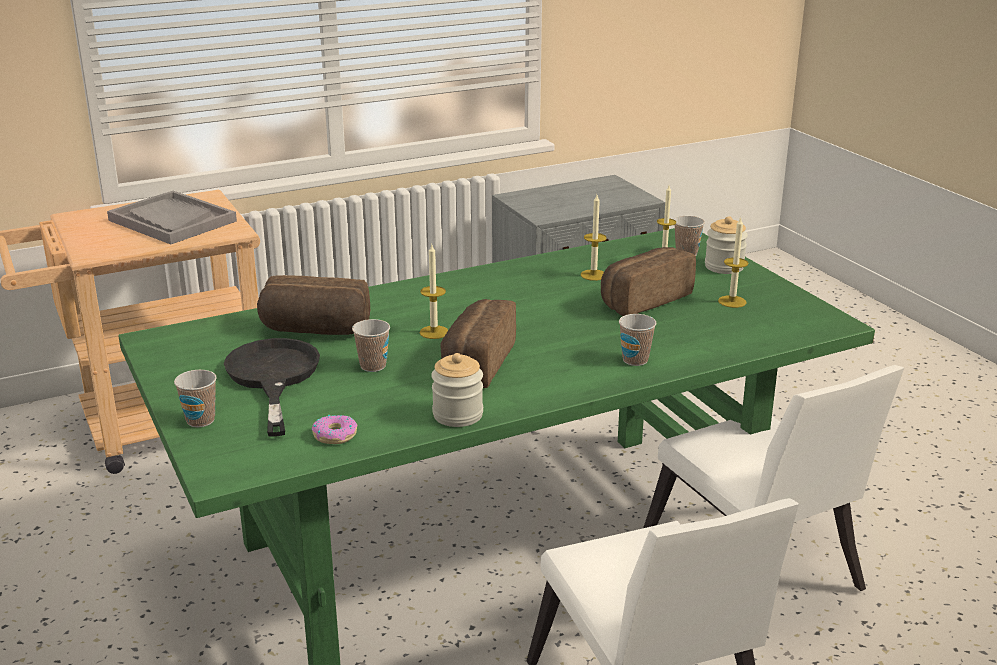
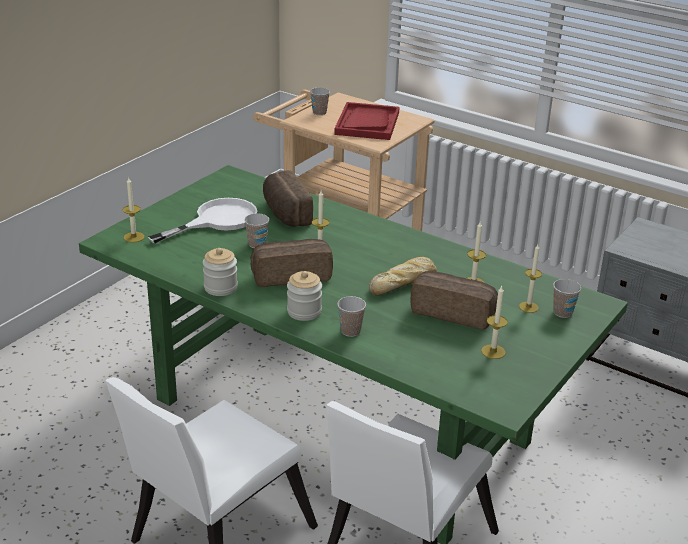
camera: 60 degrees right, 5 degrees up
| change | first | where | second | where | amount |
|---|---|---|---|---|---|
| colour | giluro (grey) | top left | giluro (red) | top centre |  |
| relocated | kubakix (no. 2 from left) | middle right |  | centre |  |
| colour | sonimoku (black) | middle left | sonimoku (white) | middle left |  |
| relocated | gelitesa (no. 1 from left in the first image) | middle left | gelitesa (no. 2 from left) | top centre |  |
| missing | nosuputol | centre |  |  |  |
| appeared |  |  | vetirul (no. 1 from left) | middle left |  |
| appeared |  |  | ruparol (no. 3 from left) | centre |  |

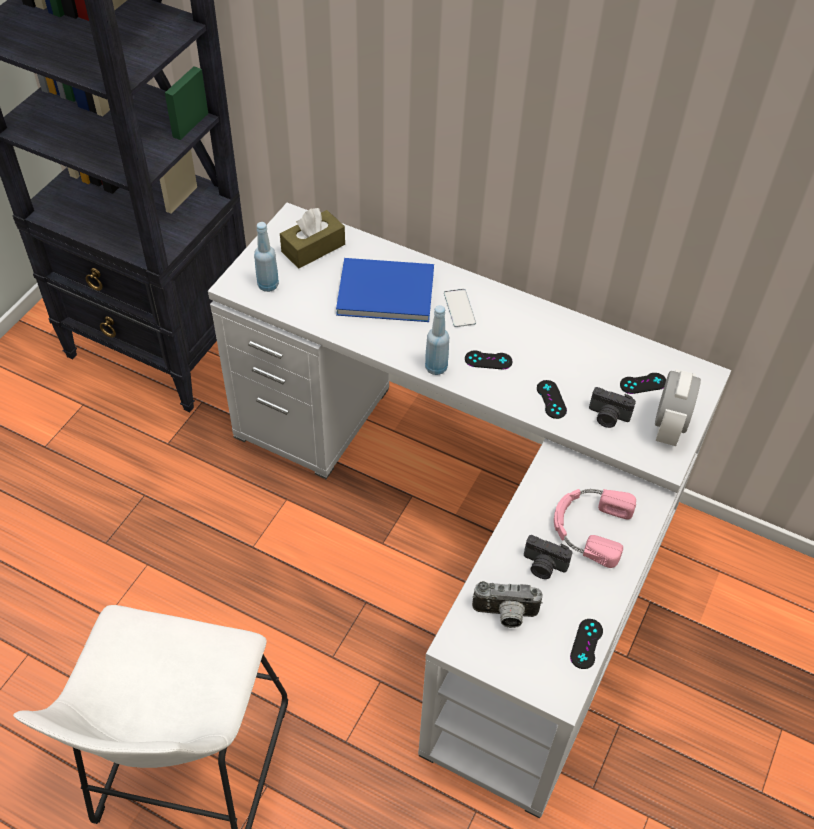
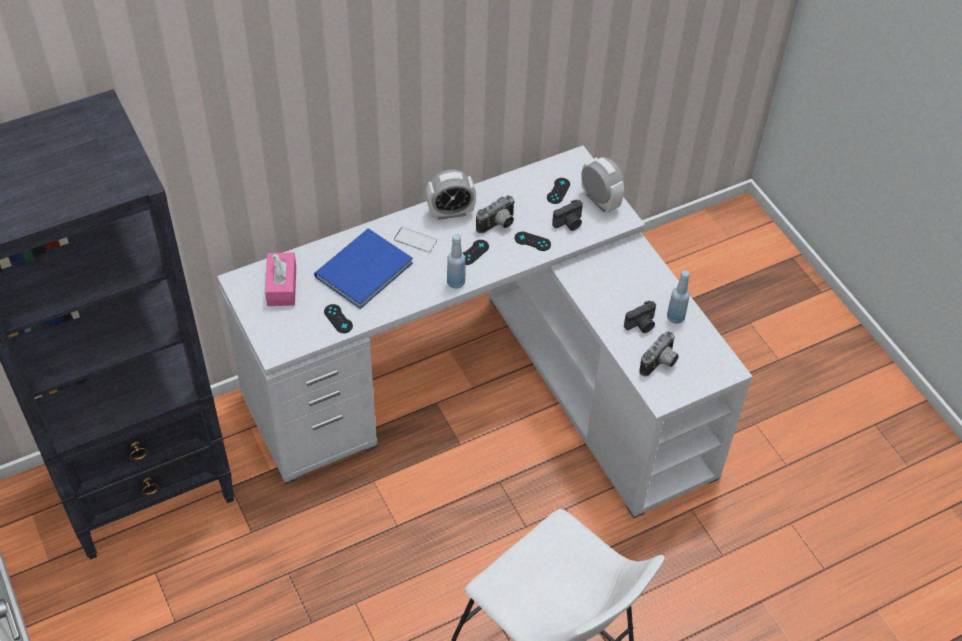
camera: 55 degrees left, 0 degrees up
| change | first | where | second | where | amount |
|---|---|---|---|---|---|
| colour | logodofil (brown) | top centre | logodofil (pink) | middle left |  |
| relocated | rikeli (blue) (no. 1 from left in the first image) | top left | rikeli (blue) (no. 2 from left) | middle right |  |
| missing | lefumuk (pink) | middle right |  |  |  |
| relocated | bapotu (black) (no. 3 from left in the first image) | bottom right | bapotu (black) (no. 1 from left) | centre |  |
| appeared |  |  | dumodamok (no. 1 from left) | top centre |  |
| appeared |  |  | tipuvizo (no. 1 from left) | centre |  |

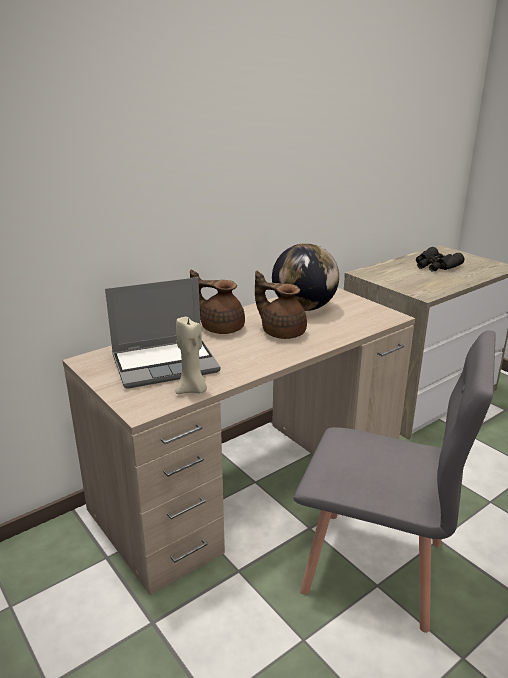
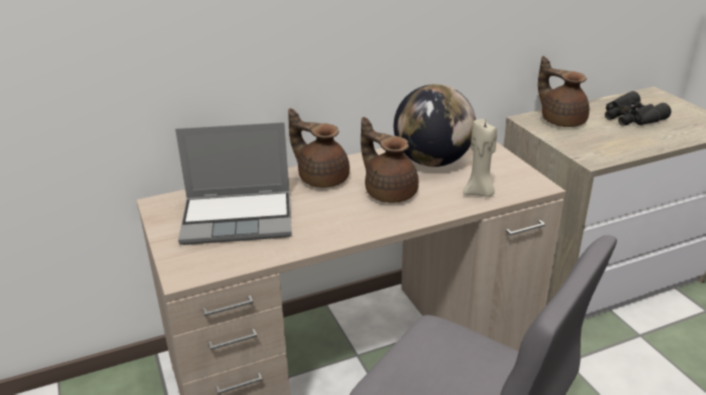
camera: 15 degrees right, 5 degrees up
| change | first | where | second | where | amount |
|---|---|---|---|---|---|
| relocated | vetirul (beige) | centre |  | middle right |  |
| appeared |  |  | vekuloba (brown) (no. 3 from left) | top right |  |

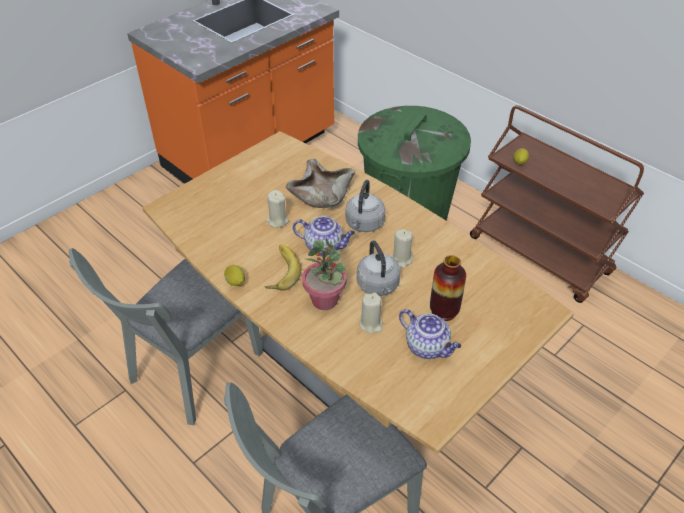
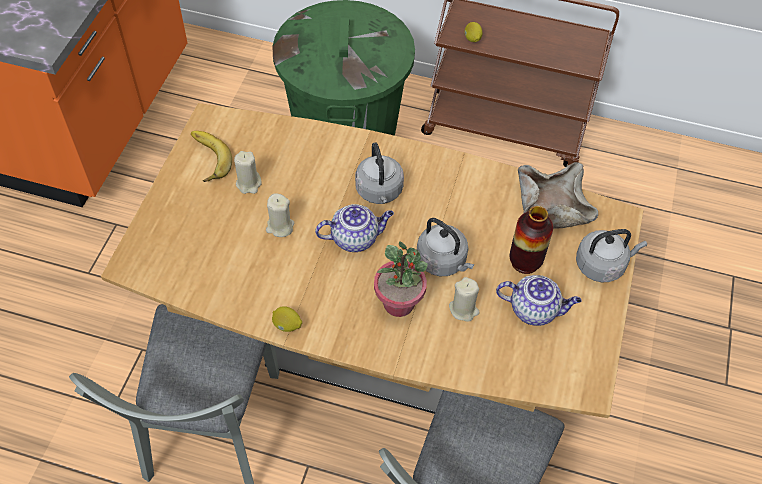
camera: 30 degrees left, 10 degrees up
| change | first | where | second | where | amount |
|---|---|---|---|---|---|
| relocated | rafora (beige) | centre |  | middle right |  |
| relocated | vetirul (beige) (no. 3 from left in the first image) | centre | vetirul (beige) (no. 1 from left) | middle left |  |
| relocated | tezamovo | centre |  | top left |  |
| appeared |  |  | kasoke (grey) (no. 3 from left) | middle right |  |

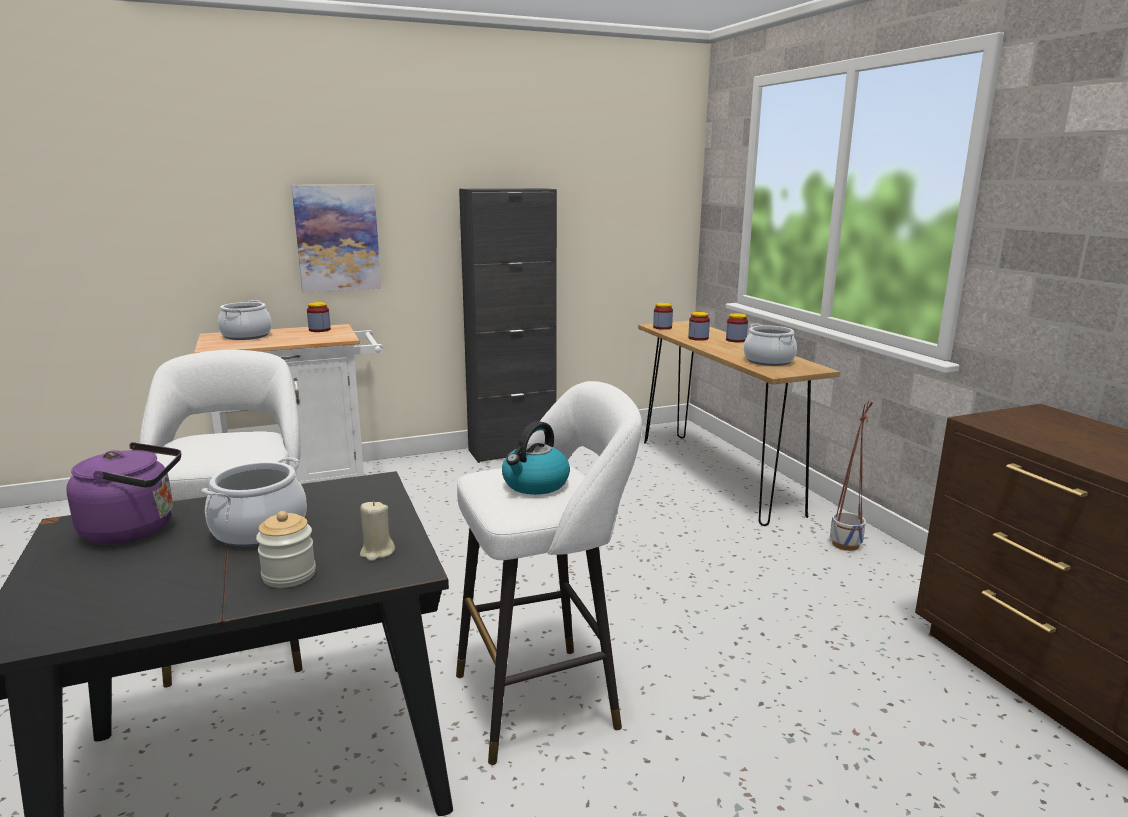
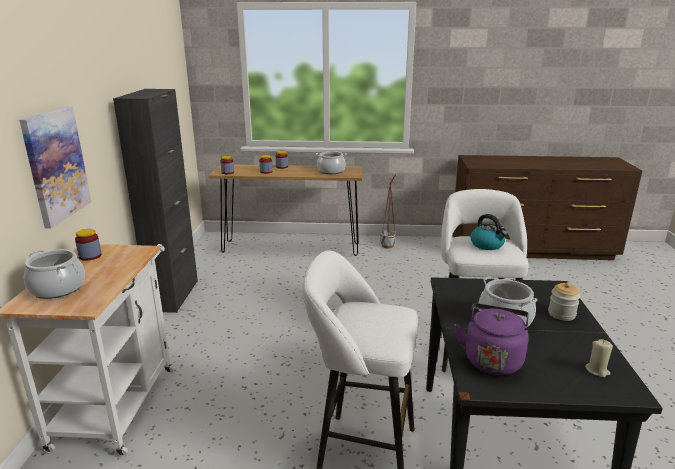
camera: 65 degrees left, 5 degrees up
| change | first | where | second | where | amount |
|---|---|---|---|---|---|
| relocated | vetirul (beige) | centre |  | bottom right |  |

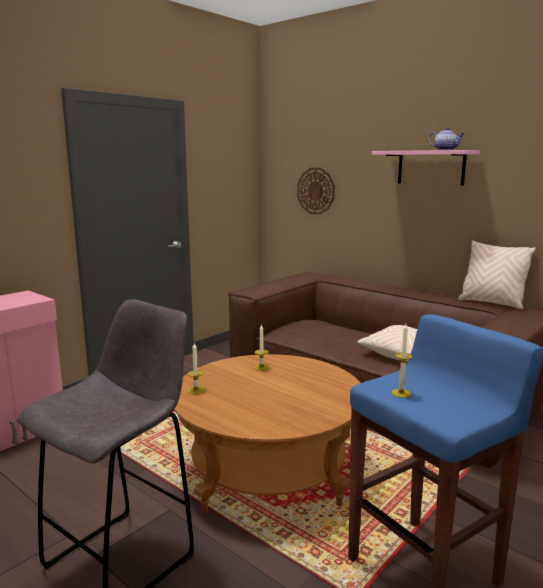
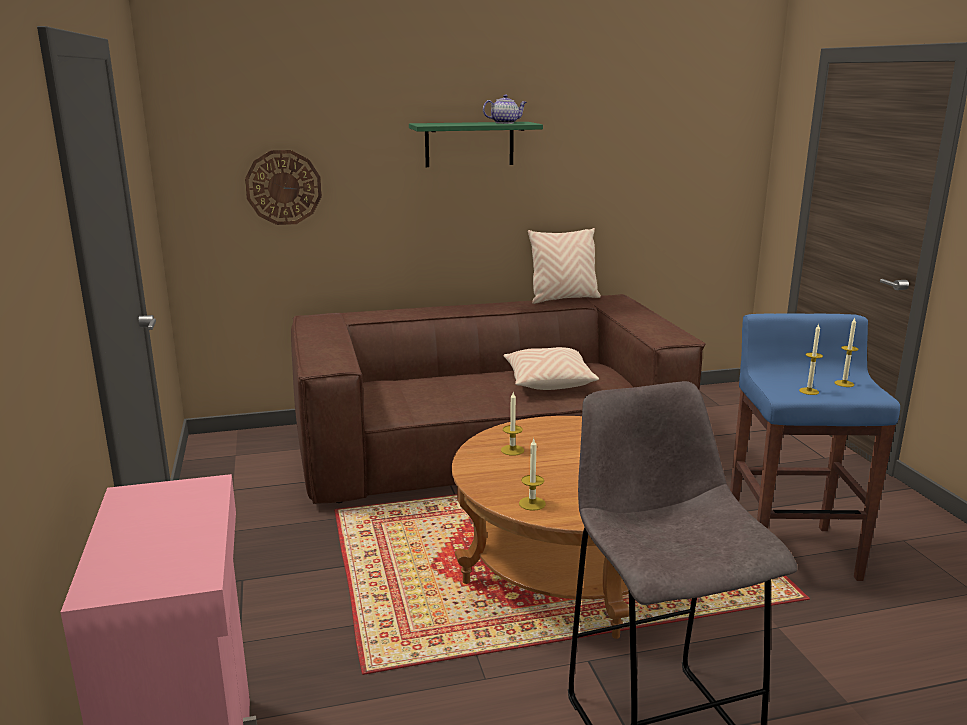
camera: 55 degrees left, 5 degrees up
| change | first | where | second | where | amount |
|---|---|---|---|---|---|
| colour | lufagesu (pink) | top right | lufagesu (green) | top centre |  |
| appeared |  |  | vetirul (no. 4 from left) | middle right |  |

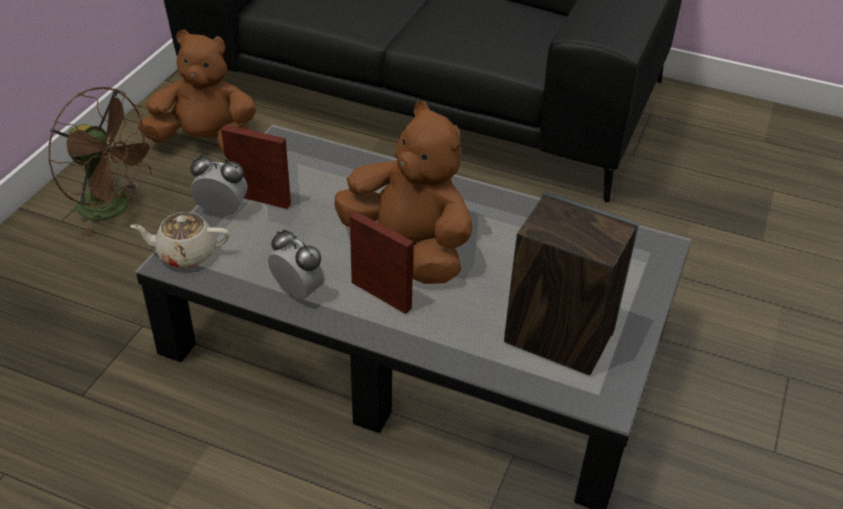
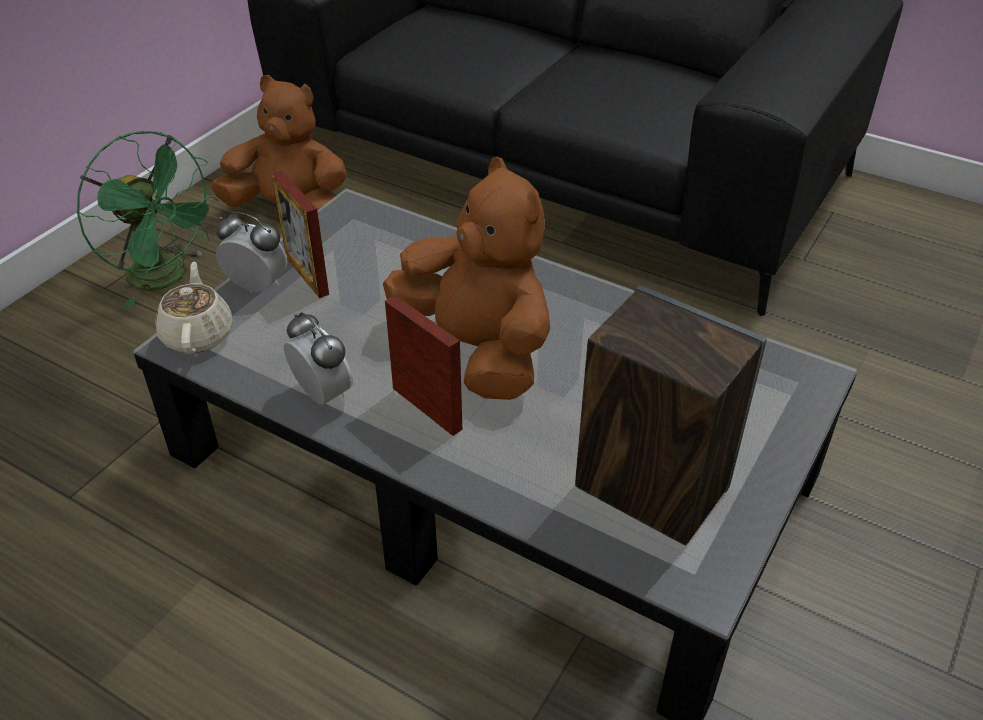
camera: 10 degrees right, 0 degrees up
| change | first | where | second | where | amount |
|---|---|---|---|---|---|
| colour | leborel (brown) | top left | leborel (green) | top left |  |
| spun | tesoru (no. 1 from left) | top left |  | top left | 150 degrees counterclockwise |
| spun | vekuloba (beige) | middle left |  | middle left | 75 degrees clockwise |

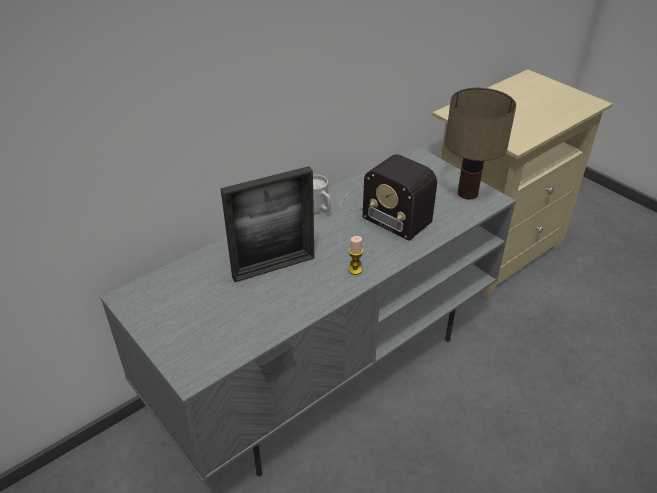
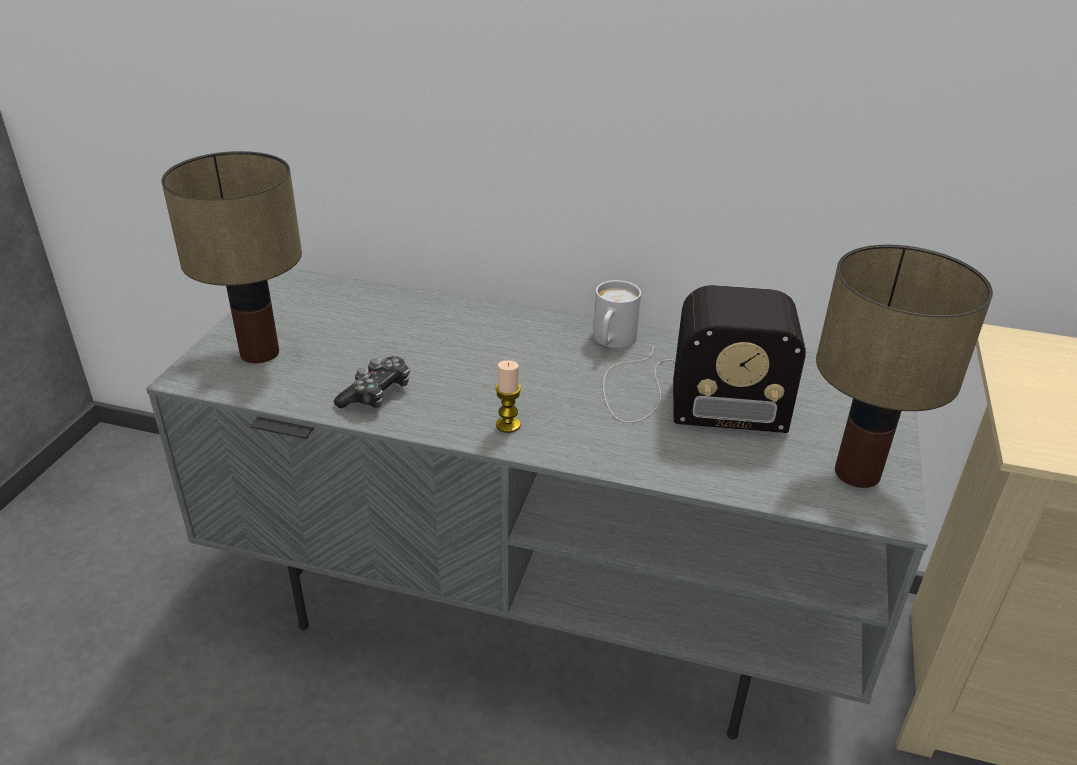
camera: 55 degrees right, 5 degrees down
| change | first | where | second | where | amount |
|---|---|---|---|---|---|
| spun | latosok | centre |  | centre | 90 degrees counterclockwise |
| missing | tesoru | centre |  |  |  |
| appeared |  |  | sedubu (no. 1 from left) | middle left |  |
| appeared |  |  | bapotu | centre |  |

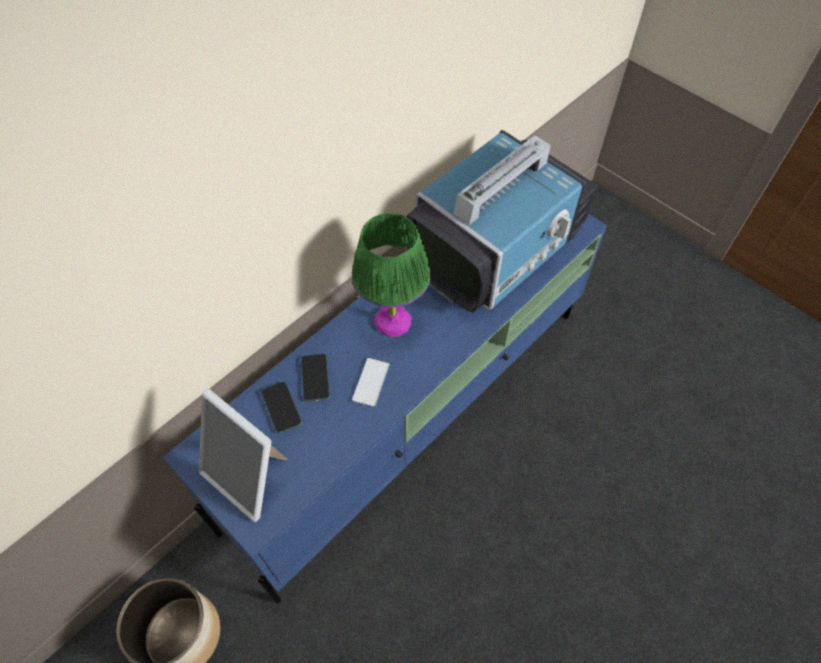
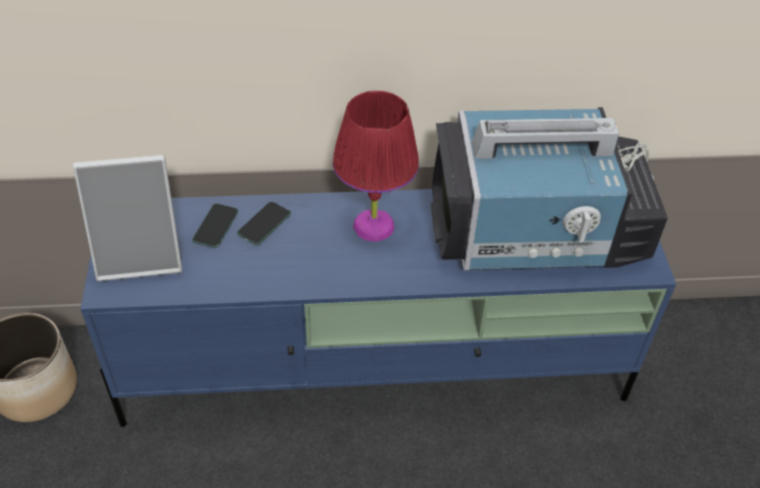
camera: 40 degrees right, 10 degrees down
| change | first | where | second | where | amount |
|---|---|---|---|---|---|
| colour | sedubu (green) | centre | sedubu (red) | centre |  |
| missing | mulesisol (no. 3 from left) | centre |  |  |  |
| spun | tesoru | bottom left |  | middle left | 90 degrees counterclockwise |

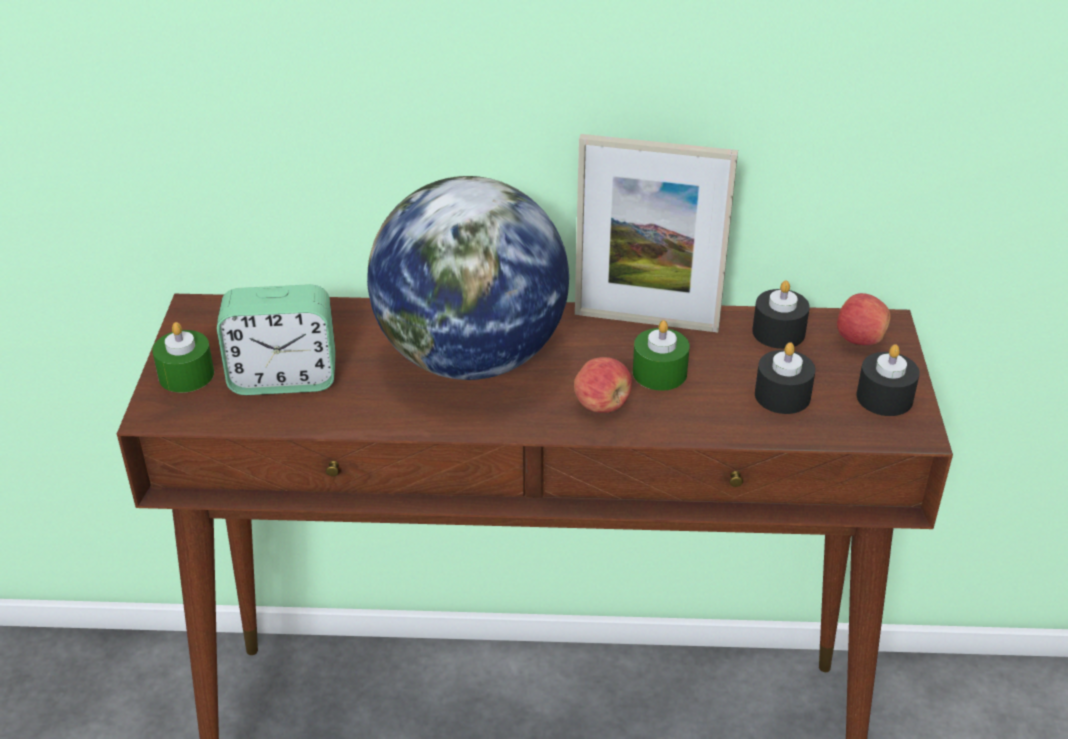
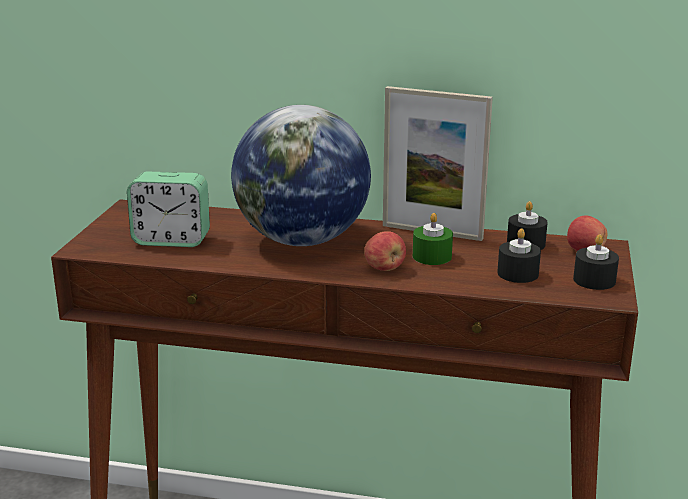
camera: 10 degrees right, 15 degrees down
| change | first | where | second | where | amount |
|---|---|---|---|---|---|
| missing | vetirul (green) (no. 1 from left) | middle left |  |  |  |

